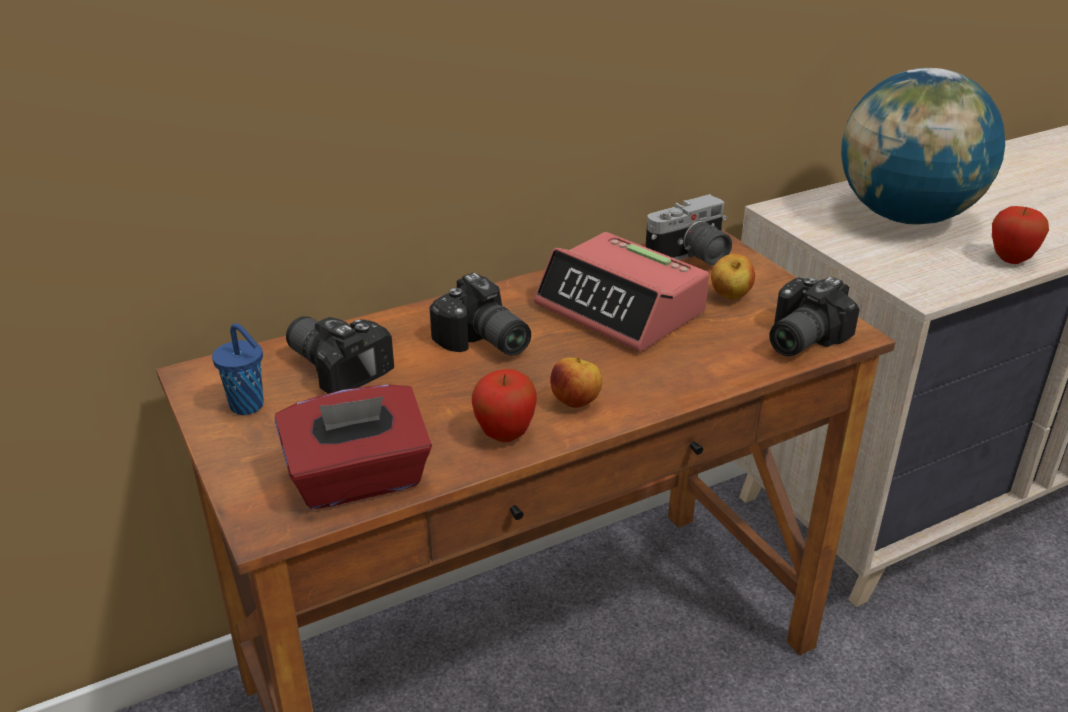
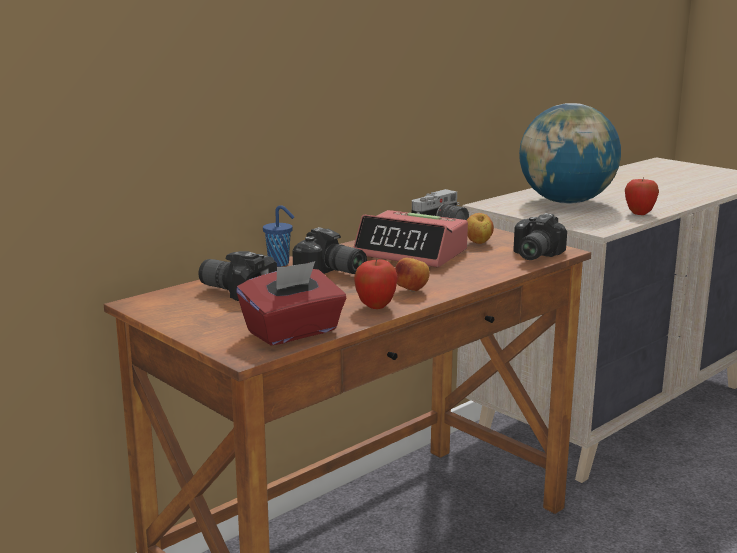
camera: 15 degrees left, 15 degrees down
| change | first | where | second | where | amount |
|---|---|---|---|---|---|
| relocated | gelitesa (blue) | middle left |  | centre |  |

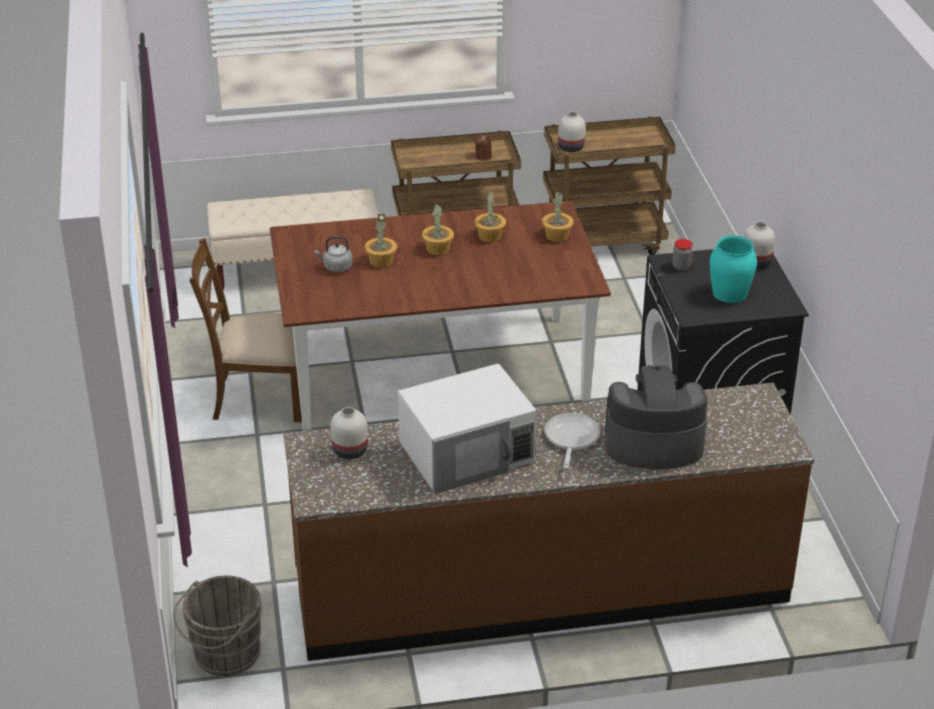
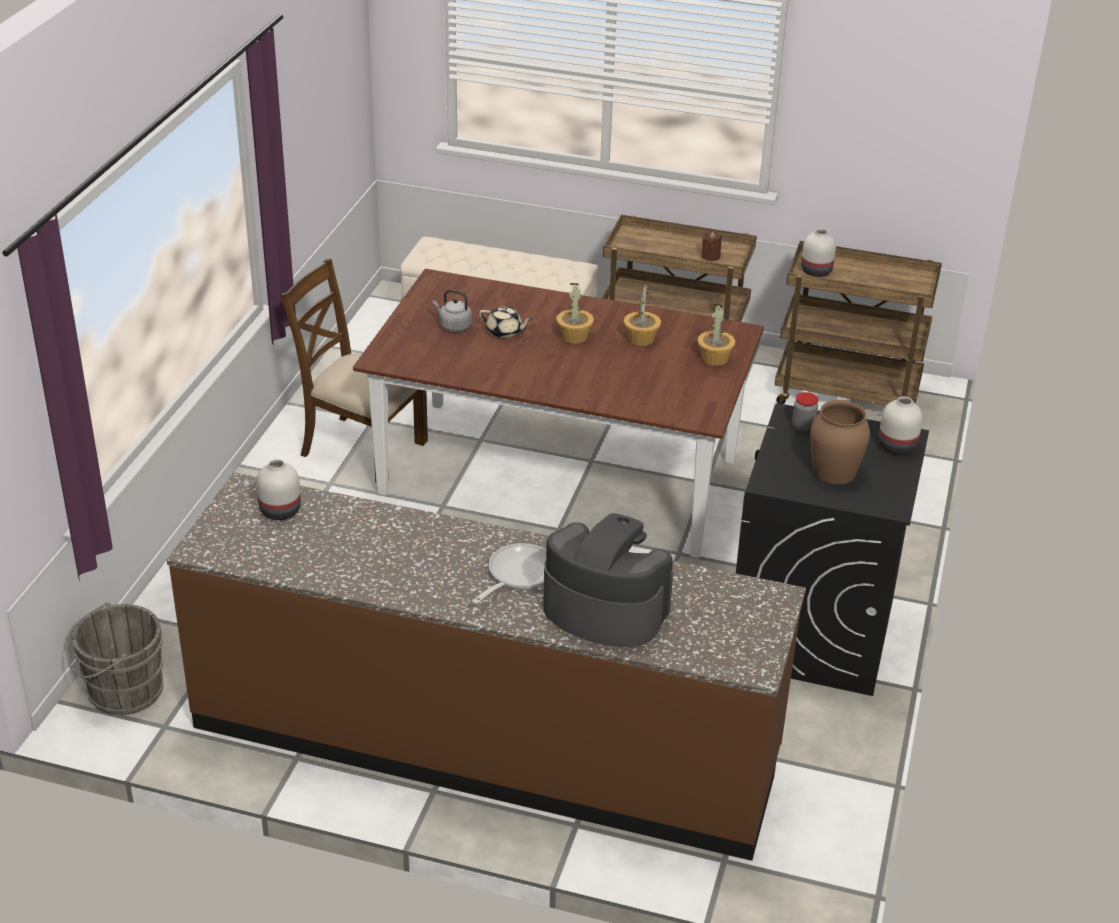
camera: 25 degrees right, 0 degrees up
| change | first | where | second | where | amount |
|---|---|---|---|---|---|
| exchanged | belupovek (no. 1 from left) | centre | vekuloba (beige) | centre |  |
| colour | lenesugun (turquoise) | middle right | lenesugun (brown) | middle right |  |
| missing | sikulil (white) | centre |  |  |  |

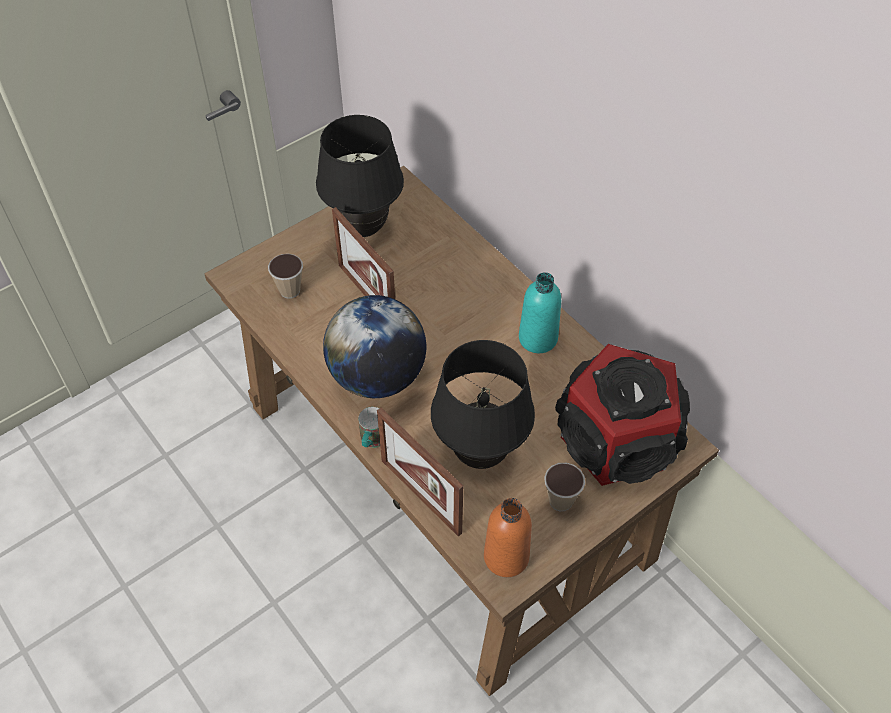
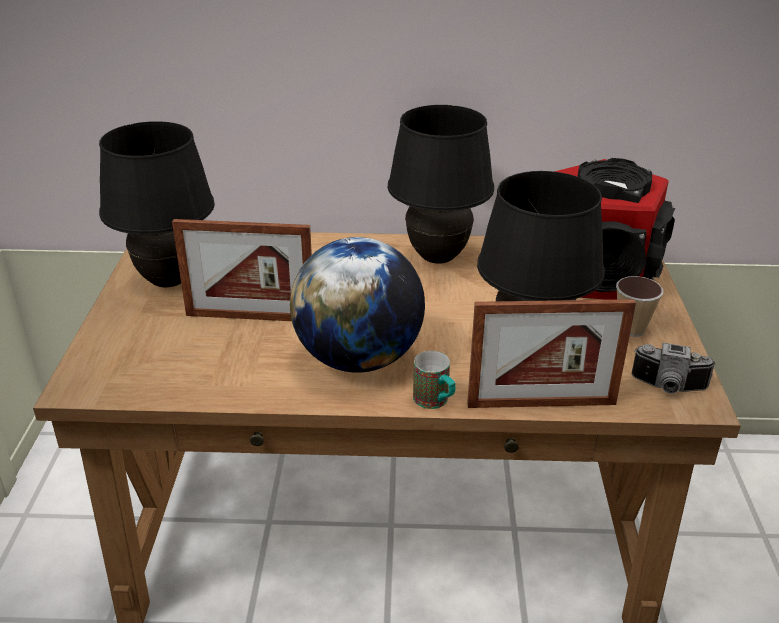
camera: 50 degrees left, 20 degrees down
| change | first | where | second | where | amount |
|---|---|---|---|---|---|
| missing | gelitesa (no. 1 from left) | middle left |  |  |  |
| exchanged | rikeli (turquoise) | centre | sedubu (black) (no. 2 from left) | top centre |  |
| exchanged | rikeli (orange) | bottom centre | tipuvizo | middle right |  |

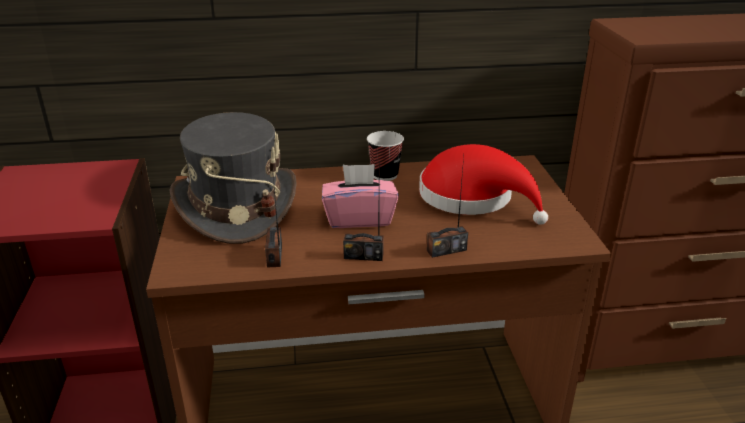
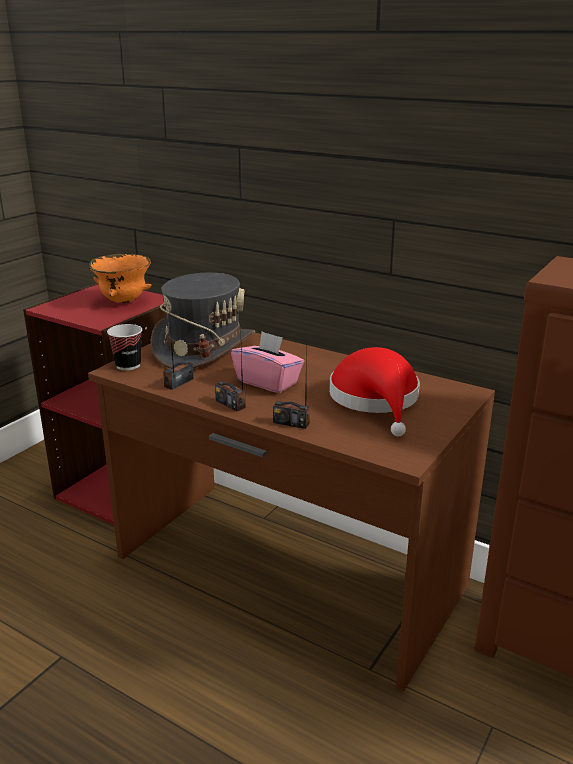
camera: 40 degrees right, 5 degrees down
| change | first | where | second | where | amount |
|---|---|---|---|---|---|
| relocated | gelitesa | centre |  | middle left |  |
| appeared |  |  | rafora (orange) | middle left |  |

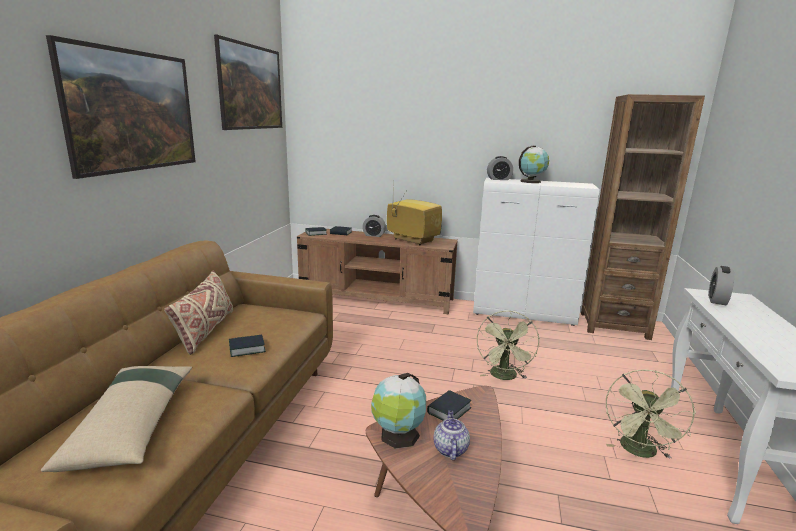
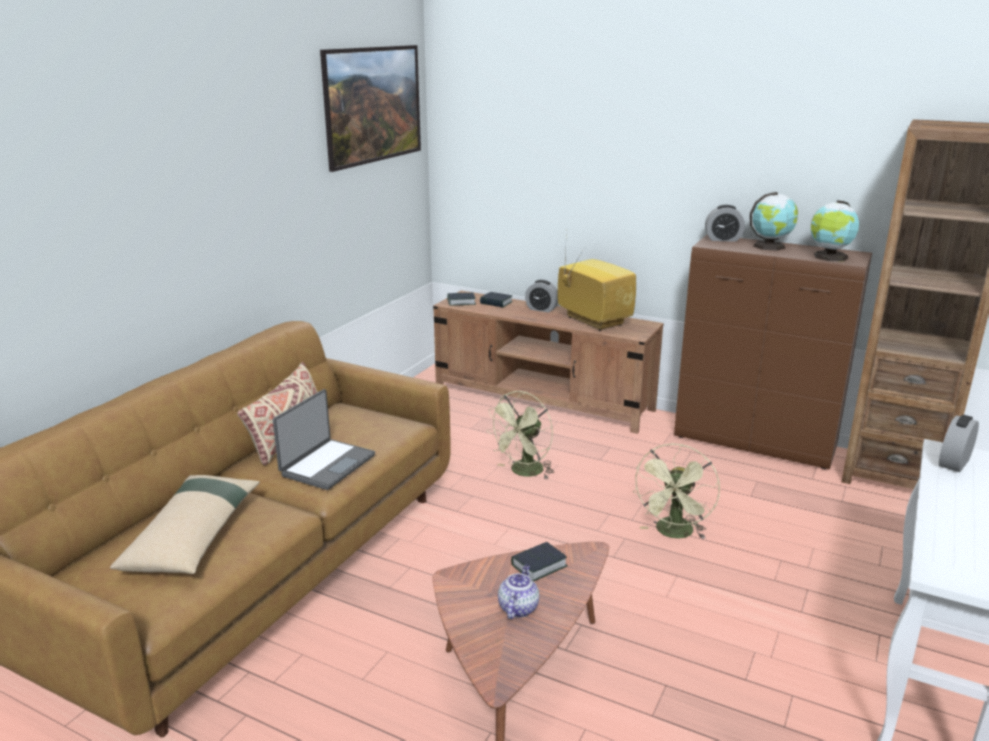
camera: 15 degrees right, 5 degrees up
| change | first | where | second | where | amount |
|---|---|---|---|---|---|
| missing | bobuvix (no. 1 from left) | top left |  |  |  |
| colour | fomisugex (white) | middle right | fomisugex (brown) | middle right |  |
| exchanged | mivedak (no. 1 from left) | middle left | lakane | middle left |  |
| relocated | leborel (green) (no. 2 from left in the first image) | bottom right | leborel (green) (no. 1 from left) | centre |  |
| relocated | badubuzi (no. 1 from left in the first image) | bottom centre | badubuzi (no. 2 from left) | top right |  |

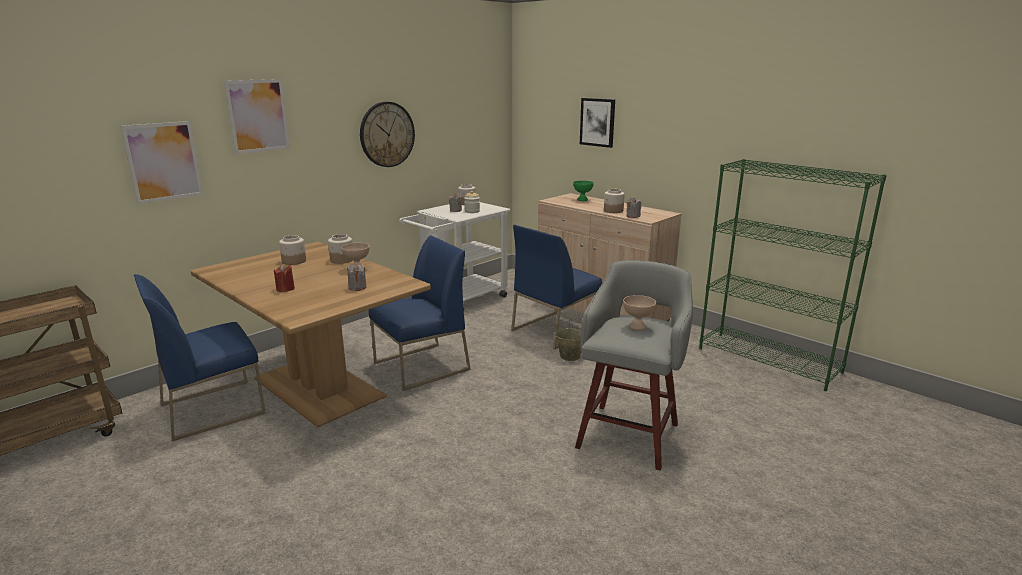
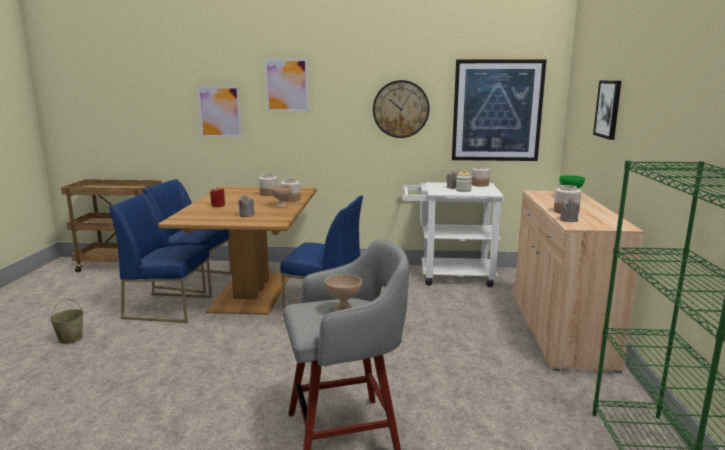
camera: 50 degrees right, 5 degrees down
| change | first | where | second | where | amount |
|---|---|---|---|---|---|
| relocated | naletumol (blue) (no. 3 from left in the first image) | centre | naletumol (blue) (no. 1 from left) | middle left |  |
| relocated | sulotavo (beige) | centre |  | bottom left |  |
| appeared |  |  | bobuvix (no. 3 from left) | top right |  |

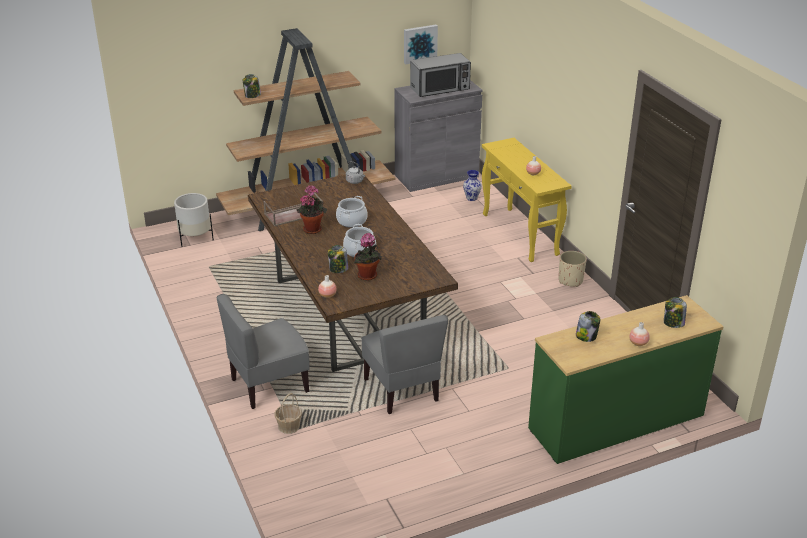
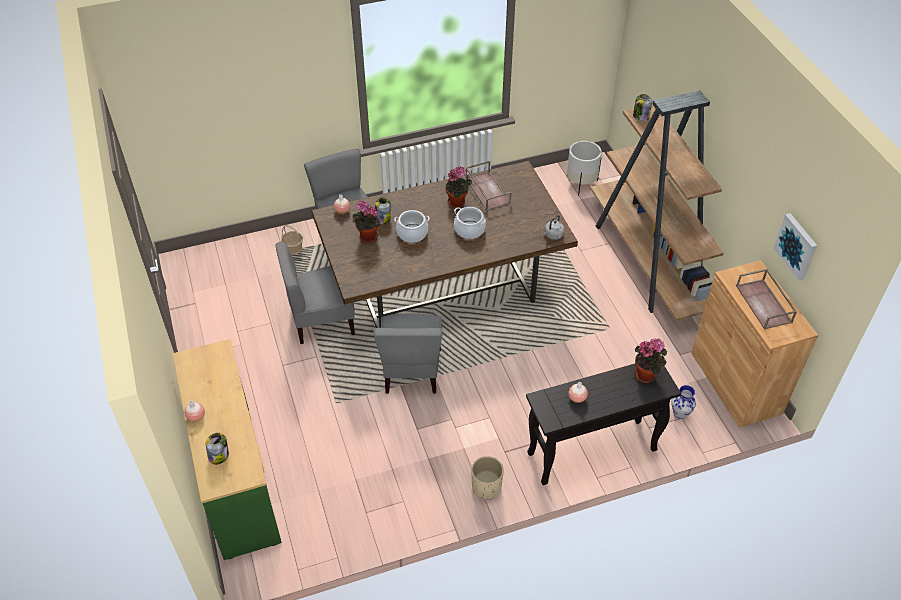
camera: 95 degrees right, 15 degrees up
| change | first | where | second | where | amount |
|---|---|---|---|---|---|
| exchanged | sikulil | top centre | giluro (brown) (no. 2 from left) | middle right |  |
| colour | fomisugex (grey) | top centre | fomisugex (brown) | middle right |  |
| colour | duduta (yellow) | centre | duduta (black) | bottom right |  |
| missing | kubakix (no. 3 from left) | middle right |  |  |  |
| appeared |  |  | naletumol (grey) (no. 3 from left) | centre |  |
| appeared |  |  | belupovek (no. 3 from left) | middle right |  |

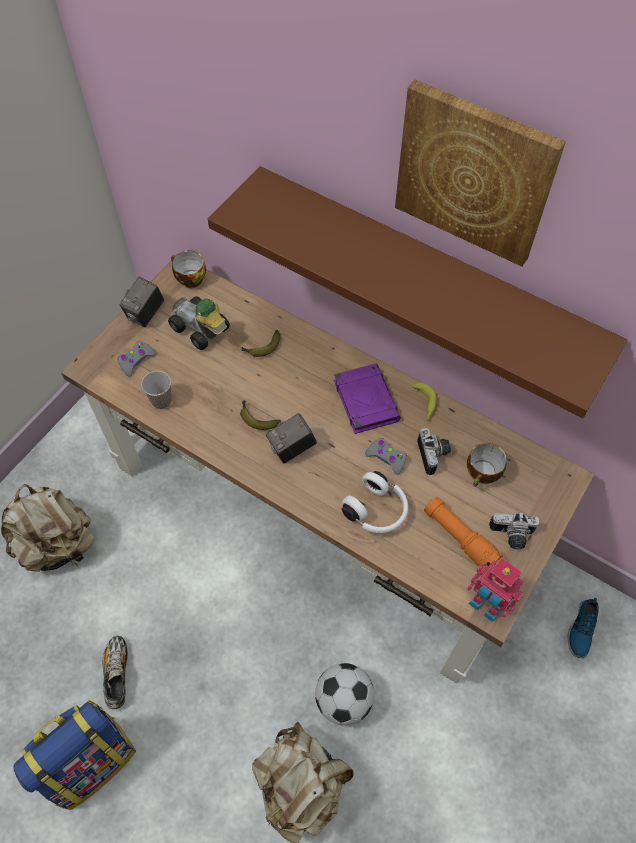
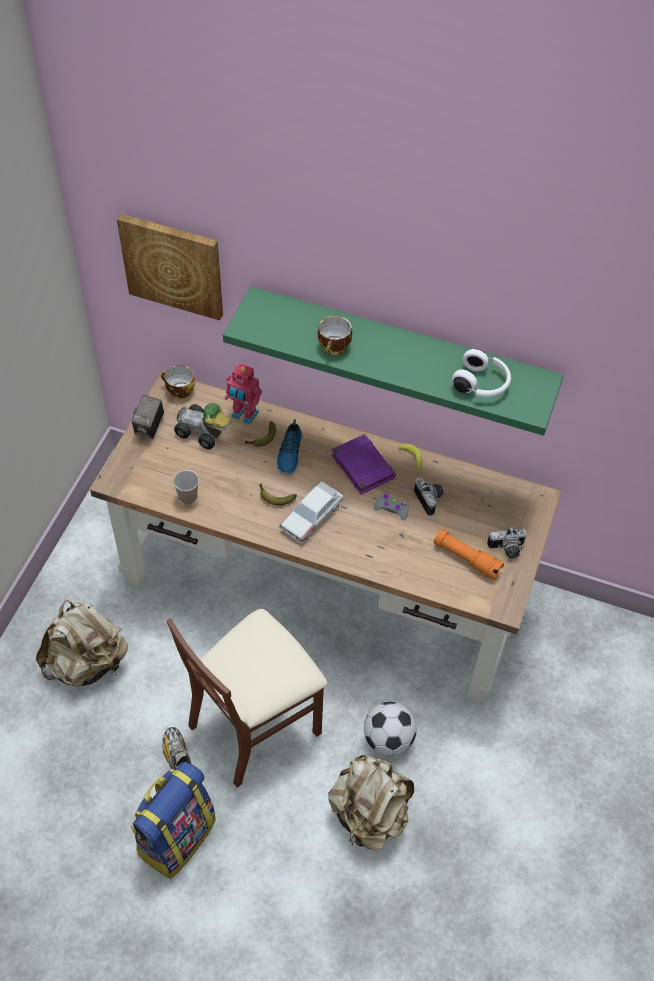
camera: 15 degrees left, 5 degrees down
| change | first | where | second | where | amount |
|---|---|---|---|---|---|
| relocated | bobuvix | top right |  | top left |  |
| colour | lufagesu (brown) | centre | lufagesu (green) | centre |  |
| missing | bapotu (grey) (no. 1 from left) | middle left |  |  |  |
| exchanged | tipuvizo (no. 2 from left) | centre | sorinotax (no. 2 from left) | centre |  |
| relocated | gelitesa (no. 3 from left) | middle right |  | centre |  |
| relocated | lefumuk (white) | centre |  | middle right |  |
| relocated | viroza | bottom right |  | centre |  |
| relocated | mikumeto (no. 2 from left) | bottom right |  | centre |  |
| appeared |  |  | naletumol (brown) | bottom centre |  |

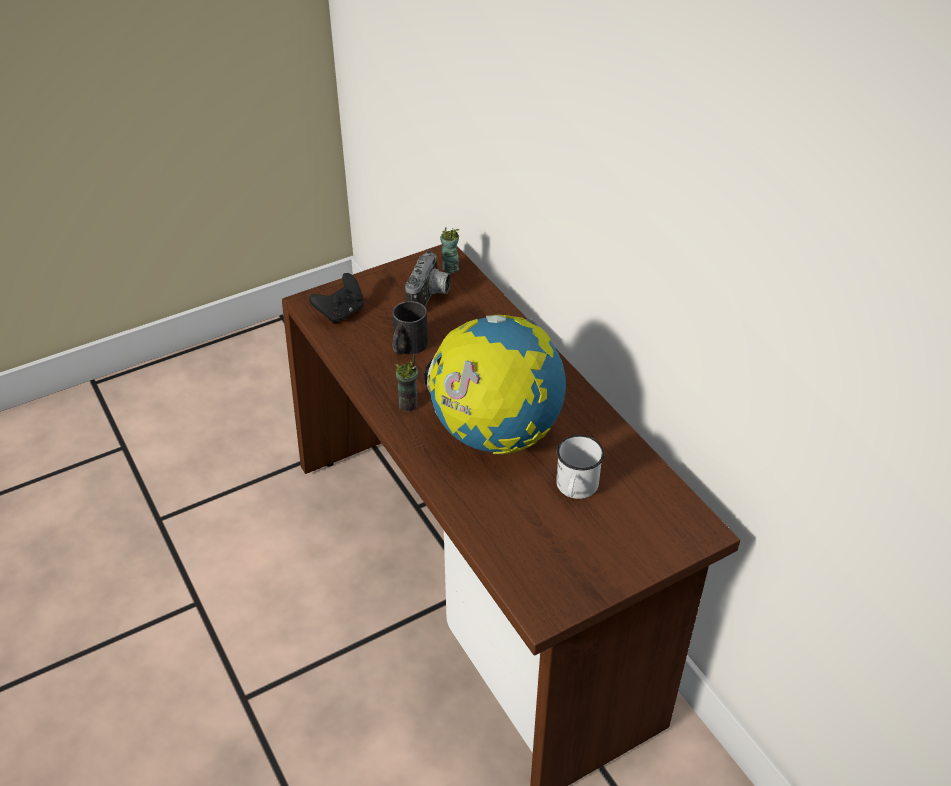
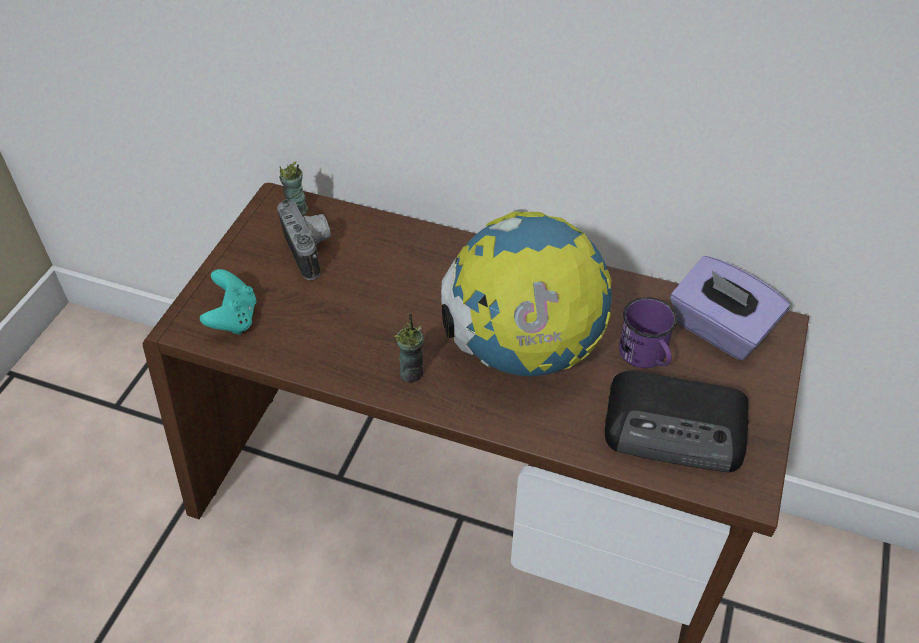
camera: 40 degrees left, 5 degrees up
| change | first | where | second | where | amount |
|---|---|---|---|---|---|
| colour | bapotu (black) | centre | bapotu (turquoise) | middle left |  |
| missing | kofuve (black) | centre |  |  |  |
| colour | kofuve (white) | centre | kofuve (purple) | middle right |  |
| appeared |  |  | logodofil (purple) | middle right |  |
| appeared |  |  | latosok | middle right |  |

